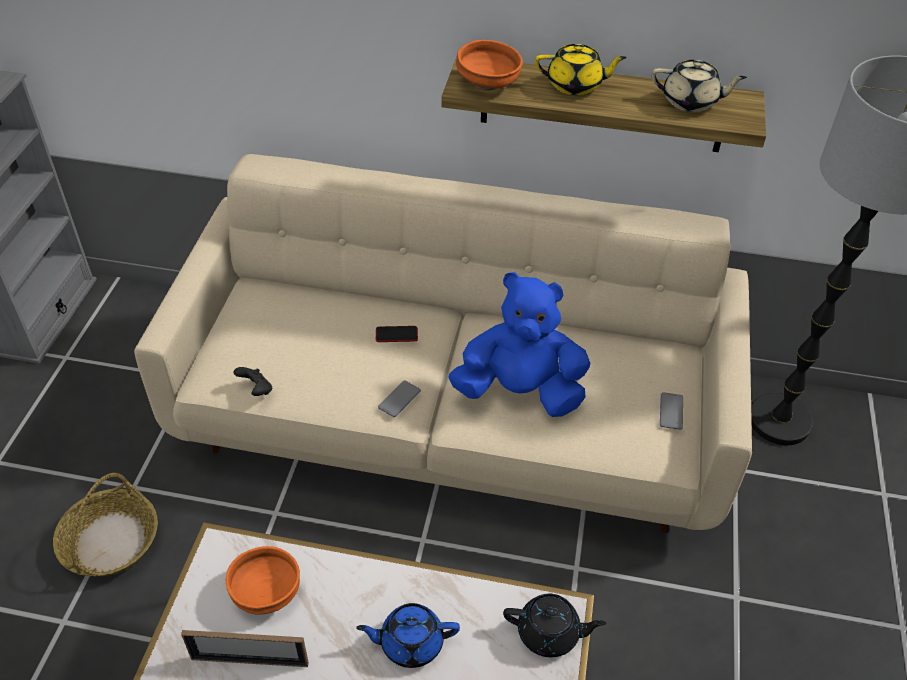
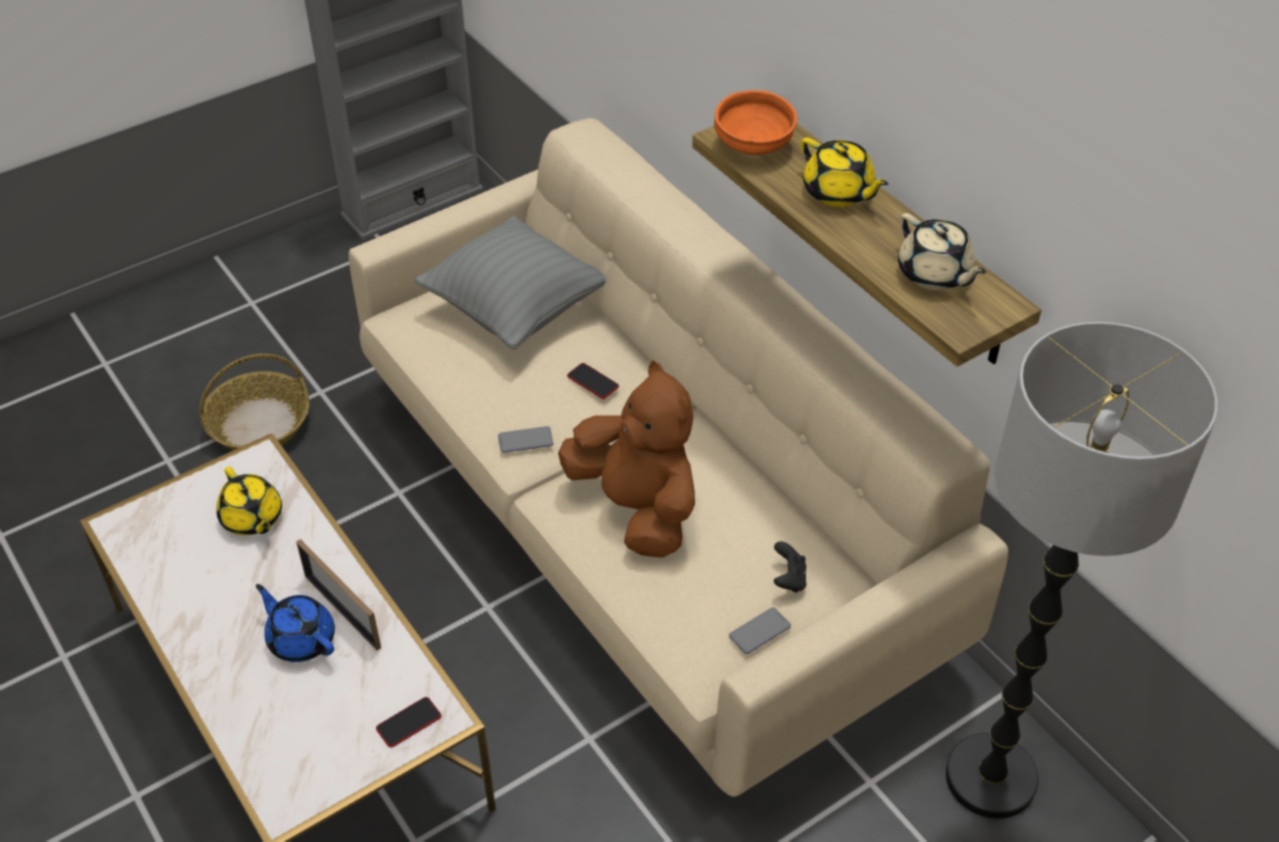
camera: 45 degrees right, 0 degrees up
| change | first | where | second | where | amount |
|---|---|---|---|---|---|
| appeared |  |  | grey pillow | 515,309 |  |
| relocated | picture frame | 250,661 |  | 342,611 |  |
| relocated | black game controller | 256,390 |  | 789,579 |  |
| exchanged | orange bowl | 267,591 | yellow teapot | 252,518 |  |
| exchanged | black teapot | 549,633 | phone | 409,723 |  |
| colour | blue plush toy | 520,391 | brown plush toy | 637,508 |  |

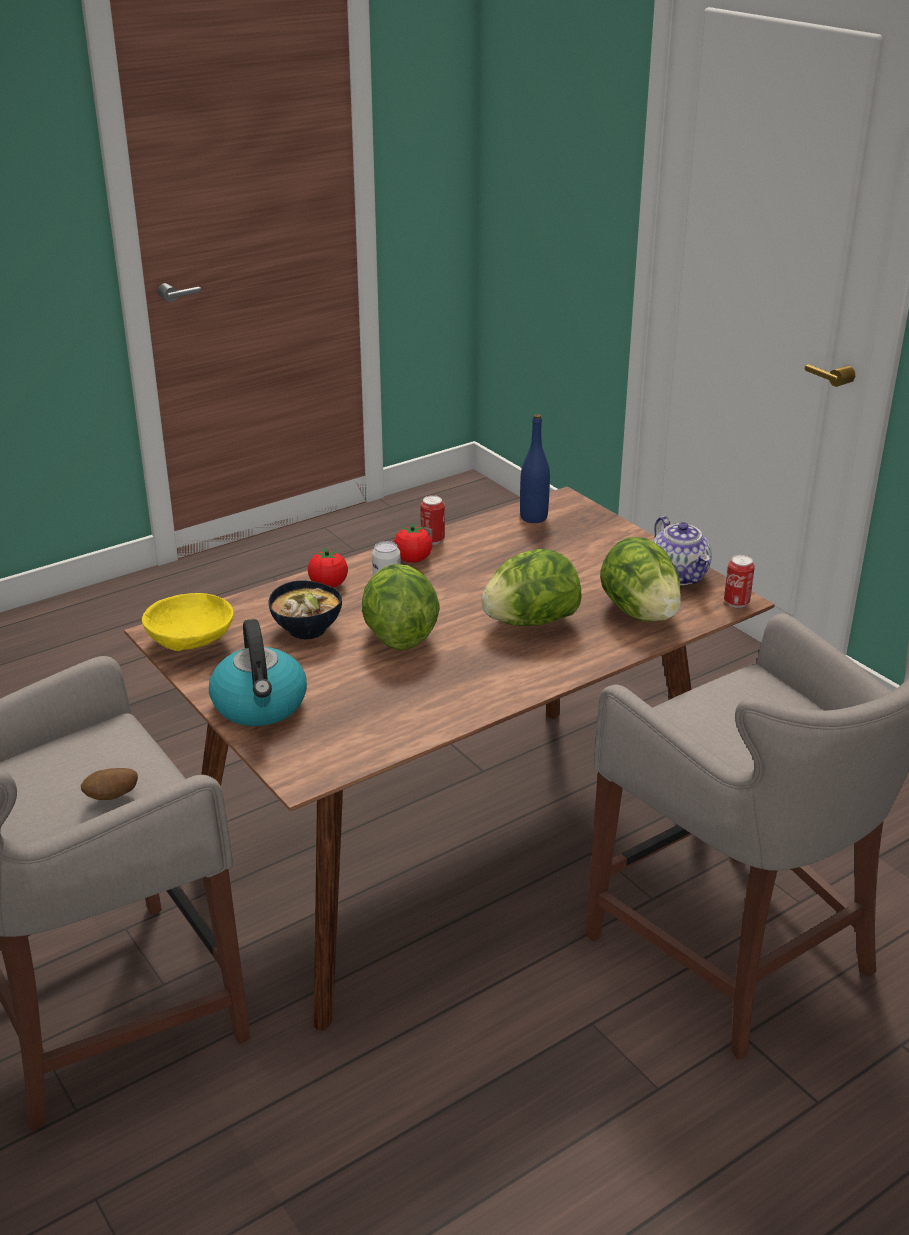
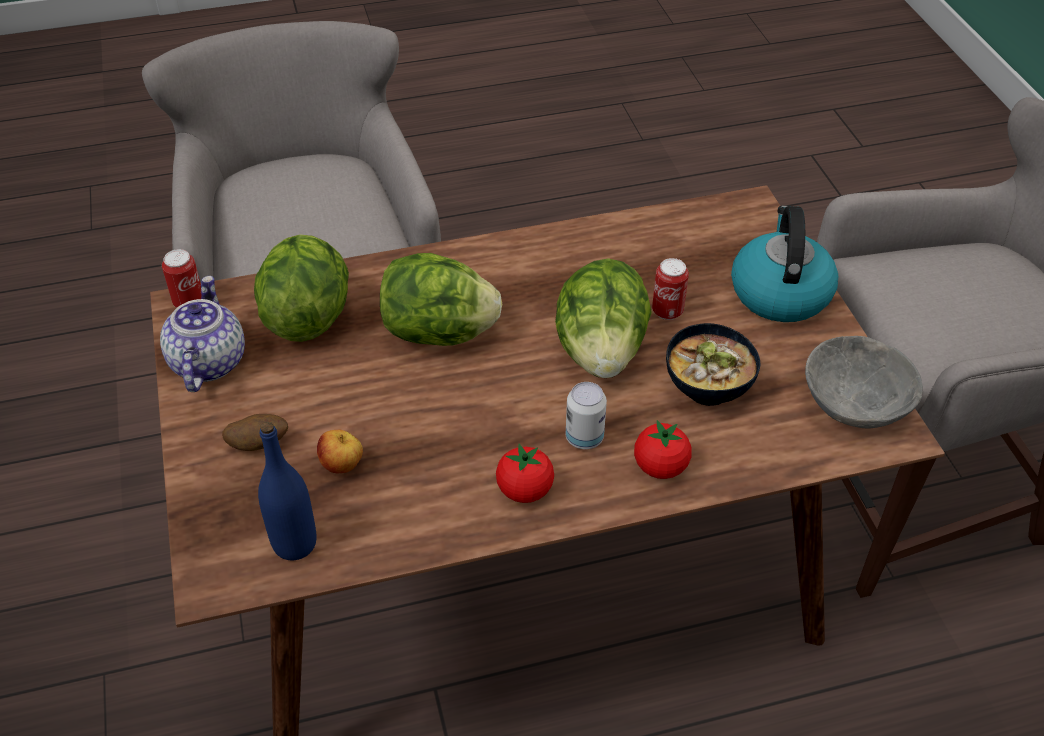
camera: 160 degrees left, 15 degrees up
| change | first | where | second | where | amount |
|---|---|---|---|---|---|
| appeared |  |  | apple | 342,466 |  |
| relocated | potato | 112,797 |  | 259,444 |  |
| relocated | can | 432,540 |  | 667,311 |  |
| colour | yellow bowl | 192,643 | grey bowl | 853,403 |  |

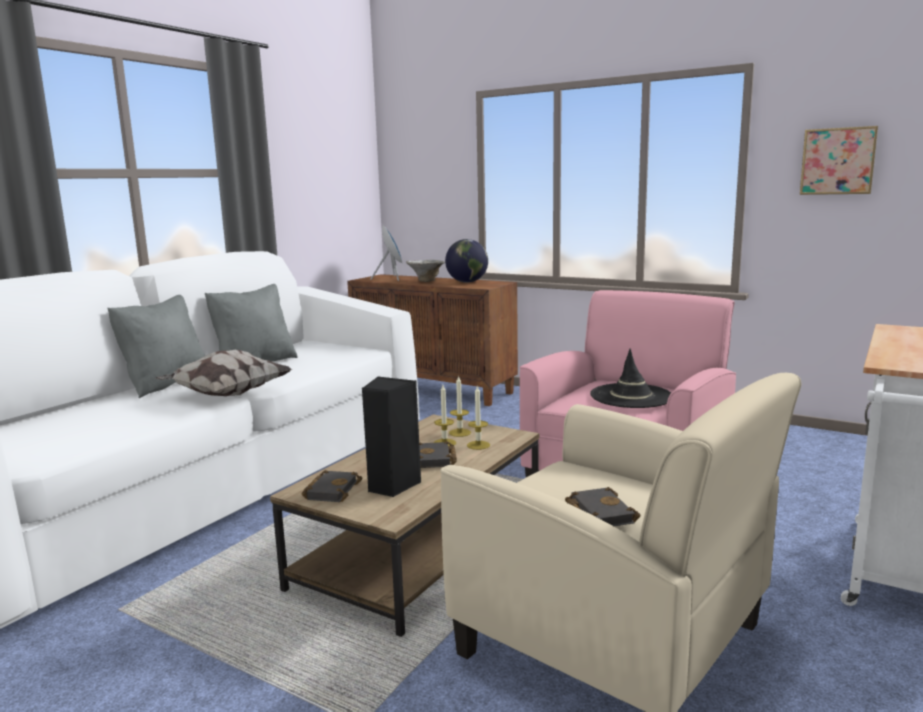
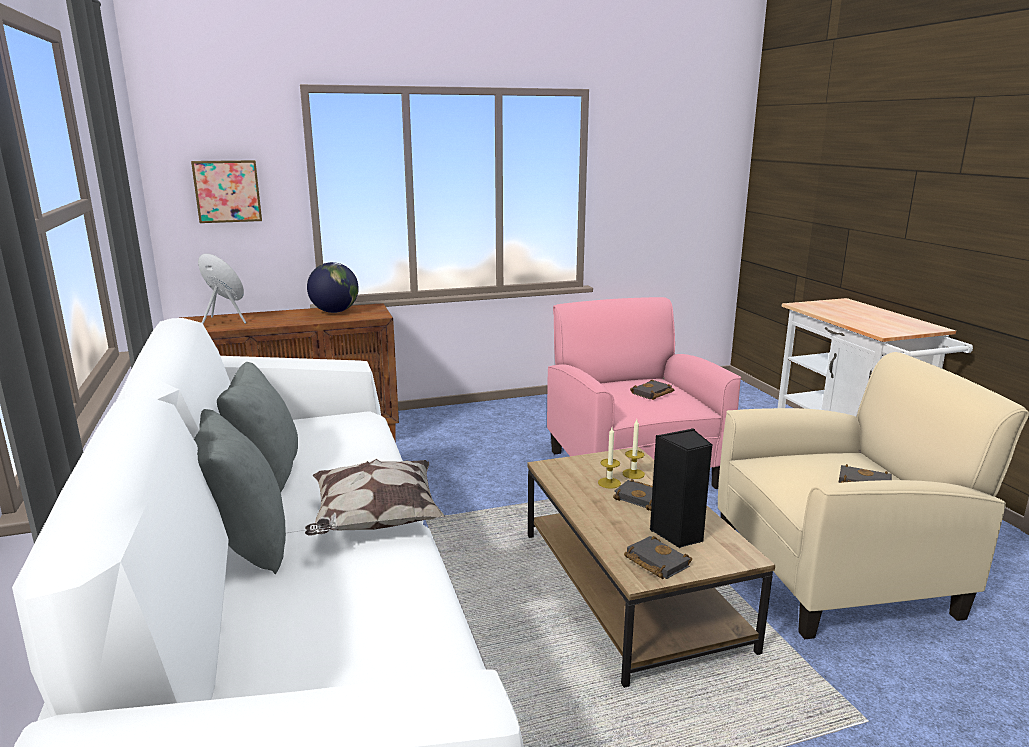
camera: 50 degrees left, 5 degrees up
| change | first | where | second | where | amount |
|---|---|---|---|---|---|
| missing | bowl | 426,281 |  |  |  |
| missing | candle | 460,433 |  |  |  |
| relocated | picture | 838,161 |  | 227,191 |  |
| exchanged | black hat | 631,396 | black book | 652,394 |  |

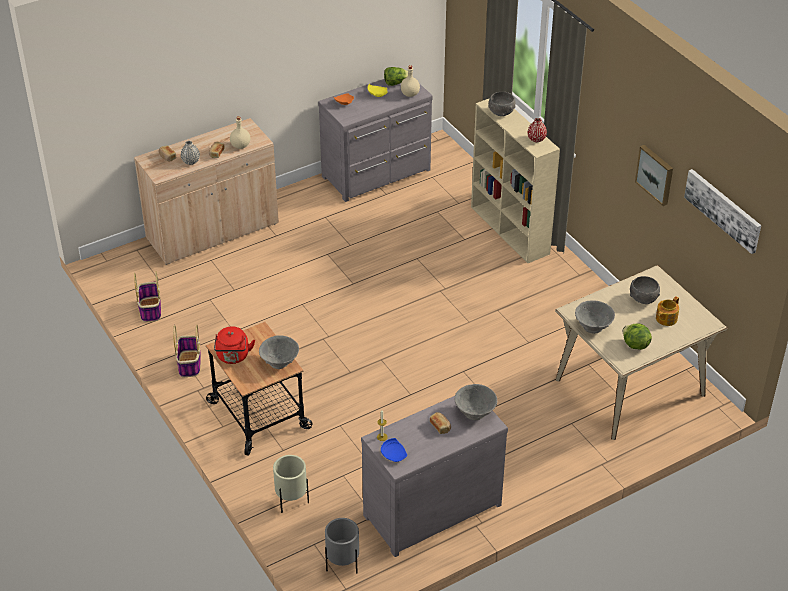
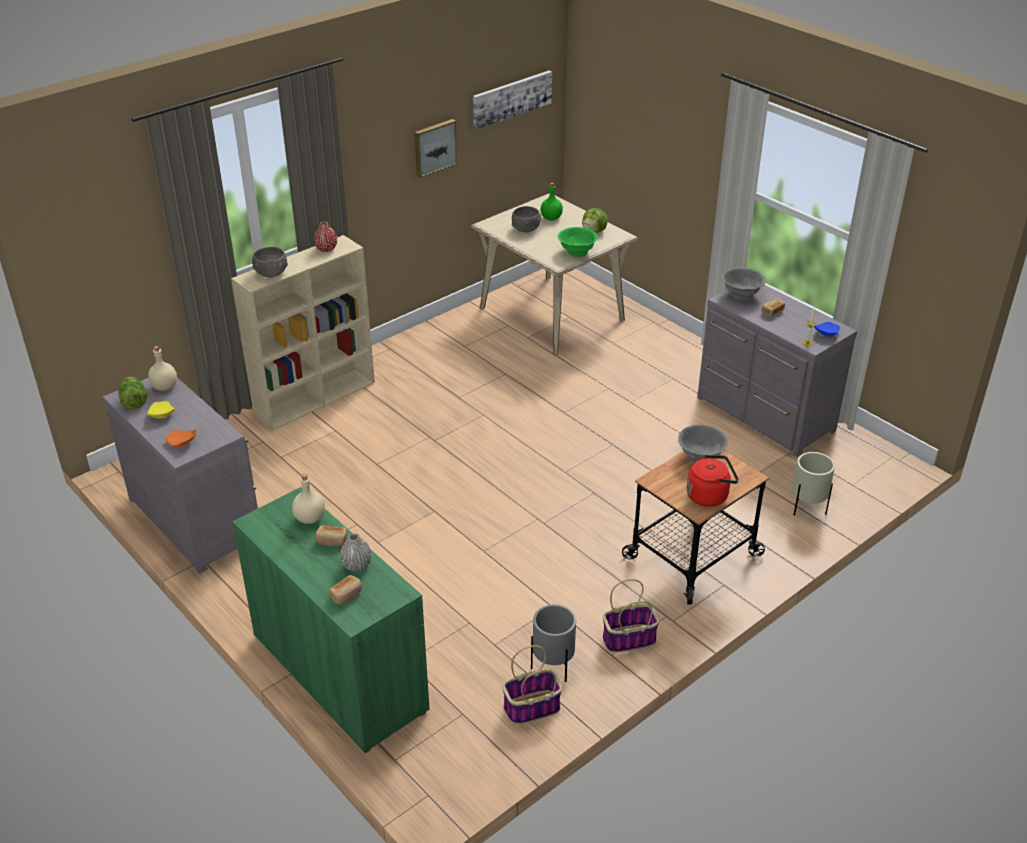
camera: 100 degrees left, 5 degrees down
| change | first | where | second | where | amount |
|---|---|---|---|---|---|
| relocated | grey planter | 343,565 |  | 552,667 |  |
| exchanged | teapot | 665,318 | green bottle | 551,218 |  |
| colour | beige cabinet | 213,231 | green cabinet | 339,672 |  |
| colour | grey bowl | 593,326 | green bowl | 577,252 |  |

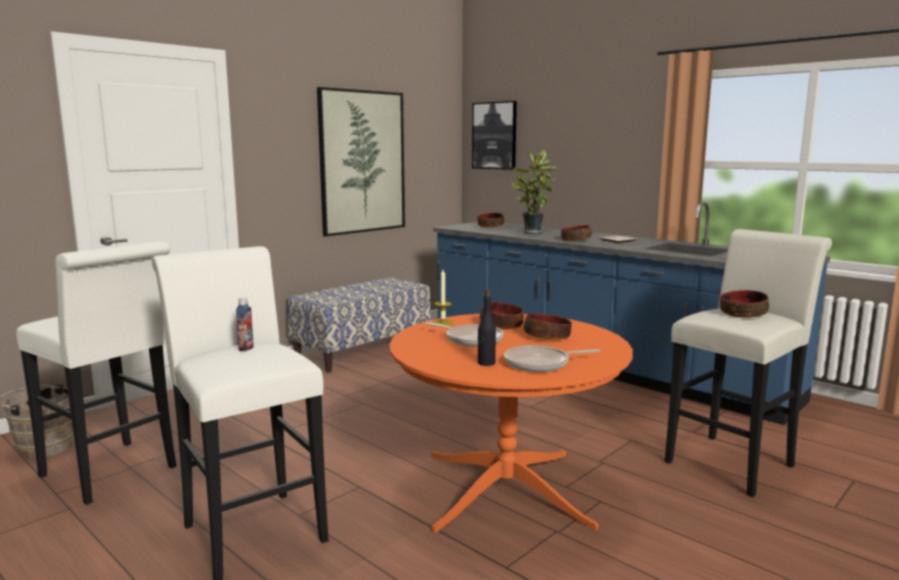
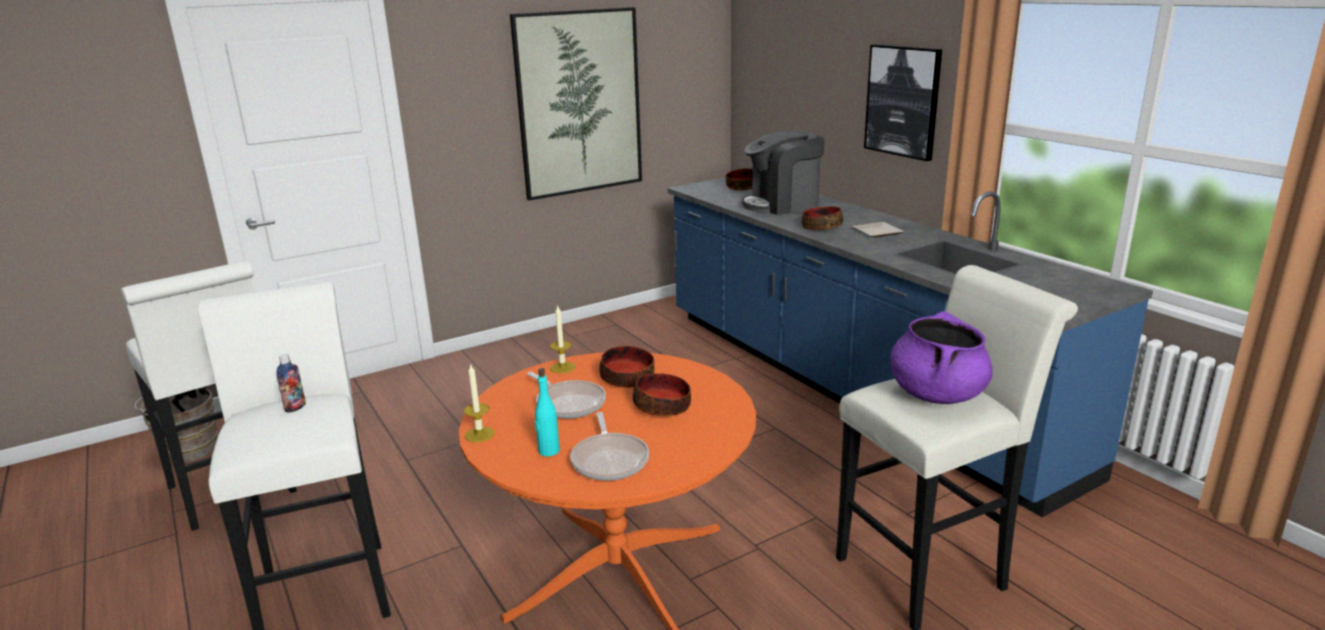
camera: 15 degrees right, 10 degrees up
| change | first | where | second | where | amount |
|---|---|---|---|---|---|
| missing | bench | 362,351 |  |  |  |
| appeared |  |  | candle | 479,434 |  |
| relocated | picture | 495,135 |  | 903,101 |  |
| exchanged | potted plant | 531,232 | coffee machine | 782,204 |  |
| exchanged | bowl | 742,314 | purple cooking pot | 936,394 |  |
| colour | black bottle | 486,363 | turquoise bottle | 548,451 |  |
| spun | frying pan | 540,364 |  | 610,460 | 105 degrees counterclockwise |

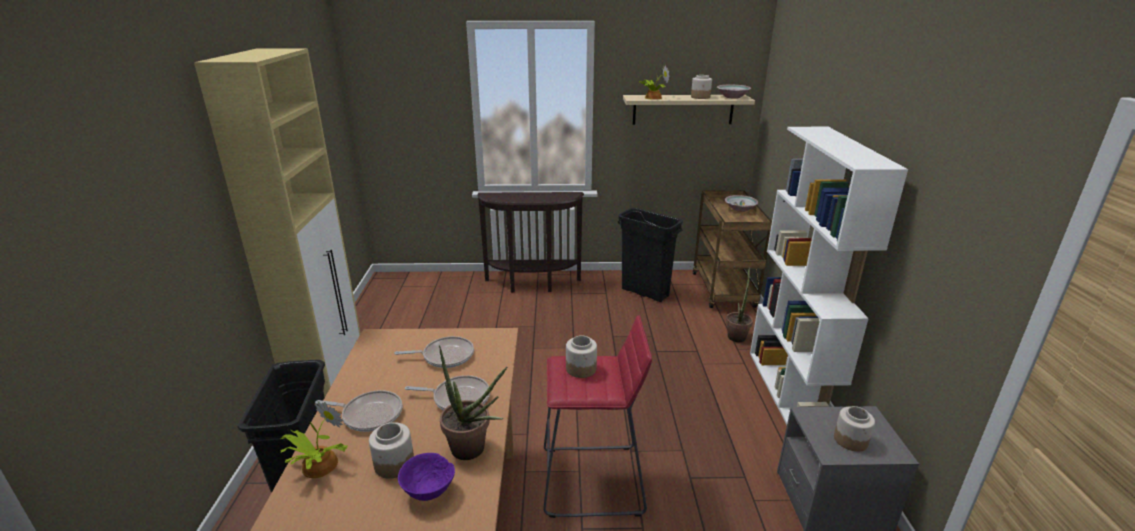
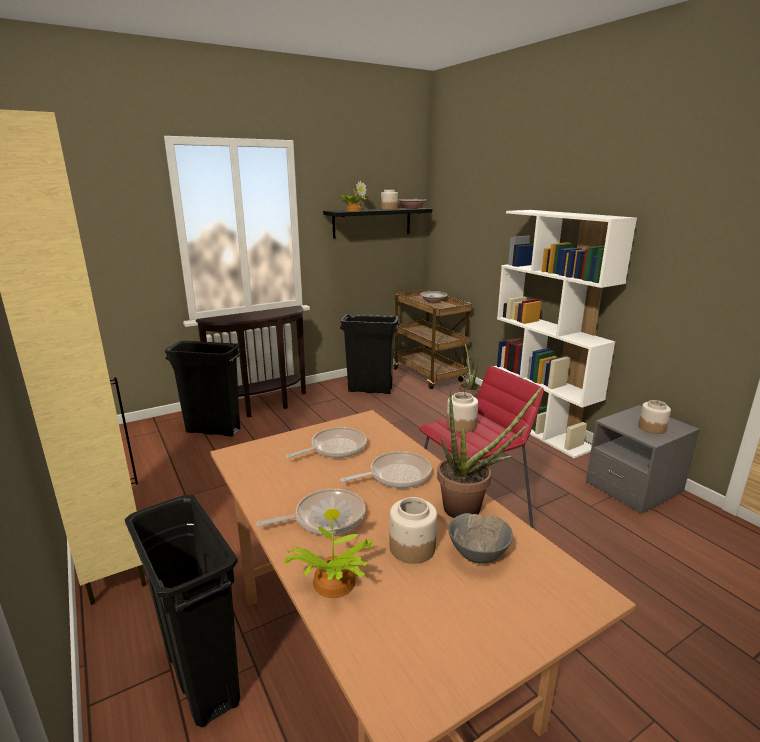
camera: 30 degrees left, 5 degrees down
| change | first | where | second | where | amount |
|---|---|---|---|---|---|
| appeared |  |  | black trash can | 213,430 |  |
| colour | purple bowl | 429,491 | grey bowl | 478,555 |  |
| colour | beige shelf | 683,109 | black shelf | 372,222 |  |

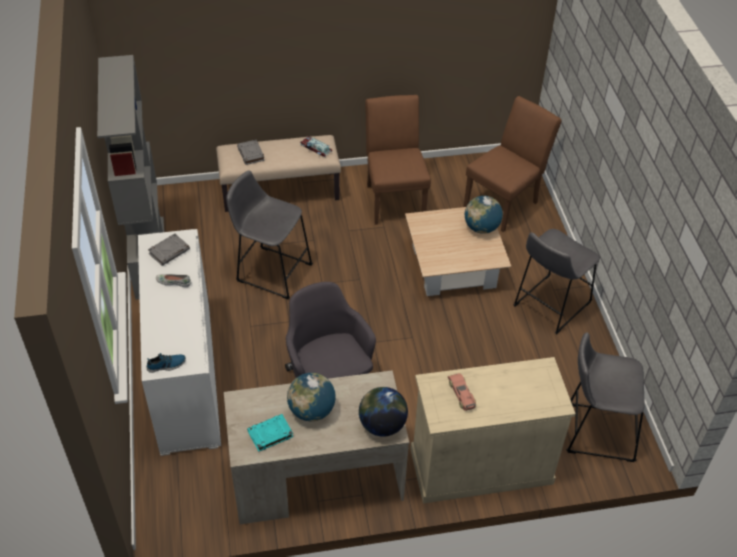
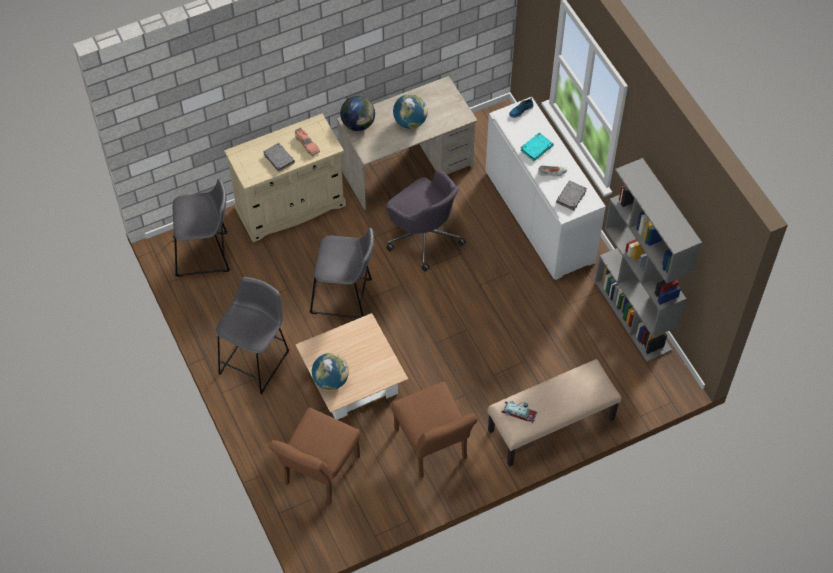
camera: 165 degrees right, 10 degrees up
| change | first | where | second | where | amount |
|---|---|---|---|---|---|
| relocated | grey stool | 271,271 |  | 345,297 |  |
| relocated | grey book | 251,154 |  | 278,158 |  |
| relocated | turquoise book | 270,434 |  | 536,148 |  |

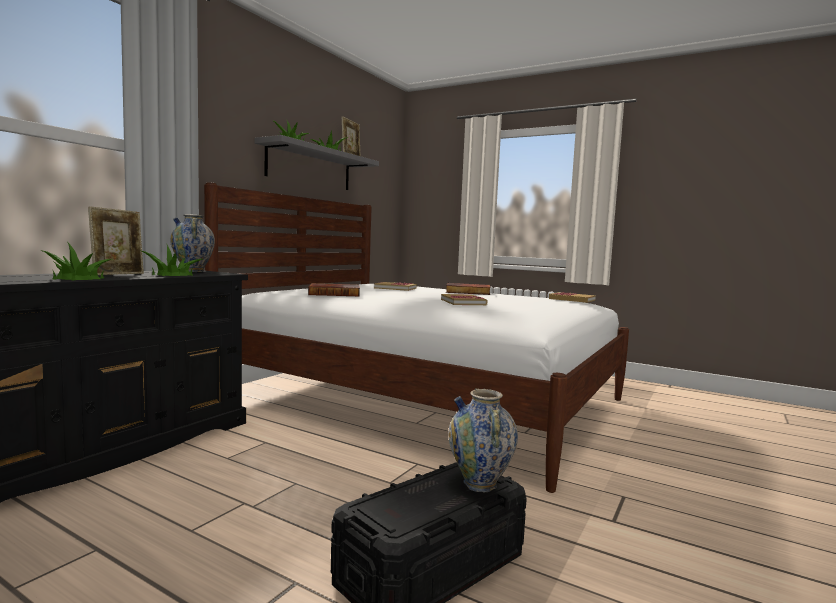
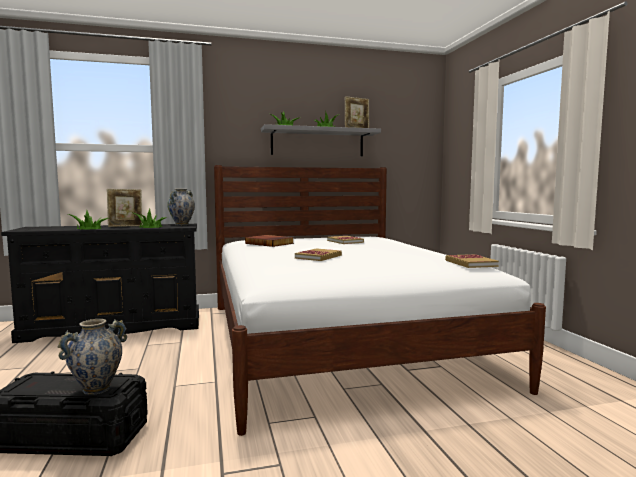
camera: 45 degrees right, 0 degrees up
| change | first | where | second | where | amount |
|---|---|---|---|---|---|
| missing | book | 467,292 |  |  |  |

